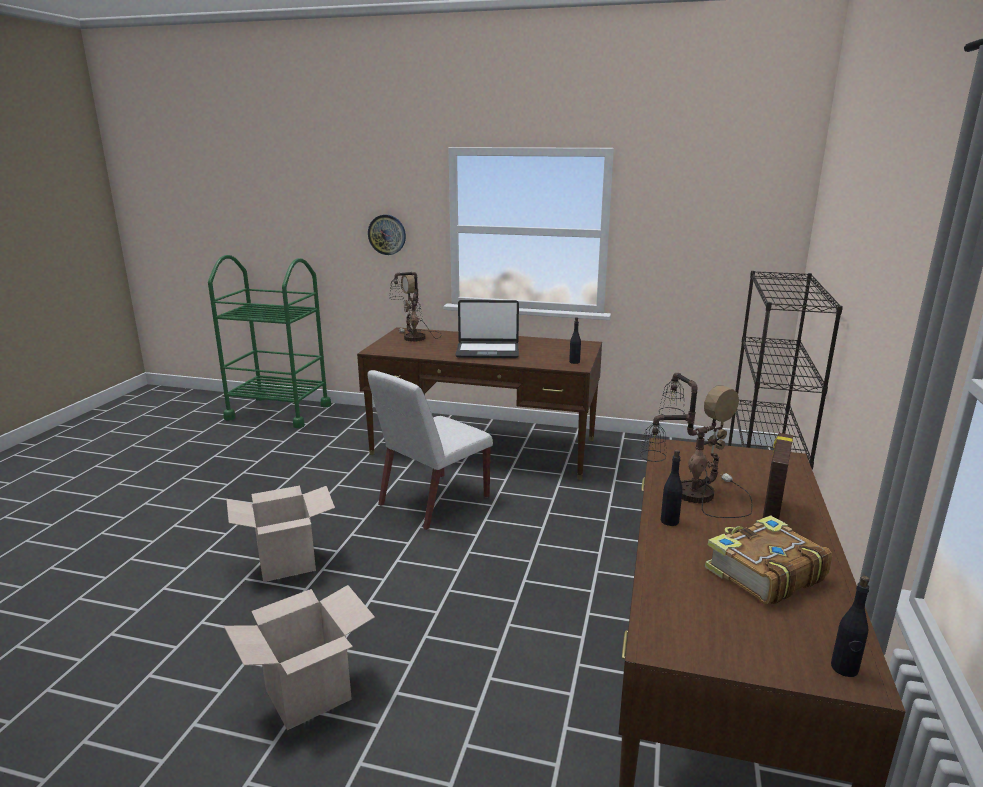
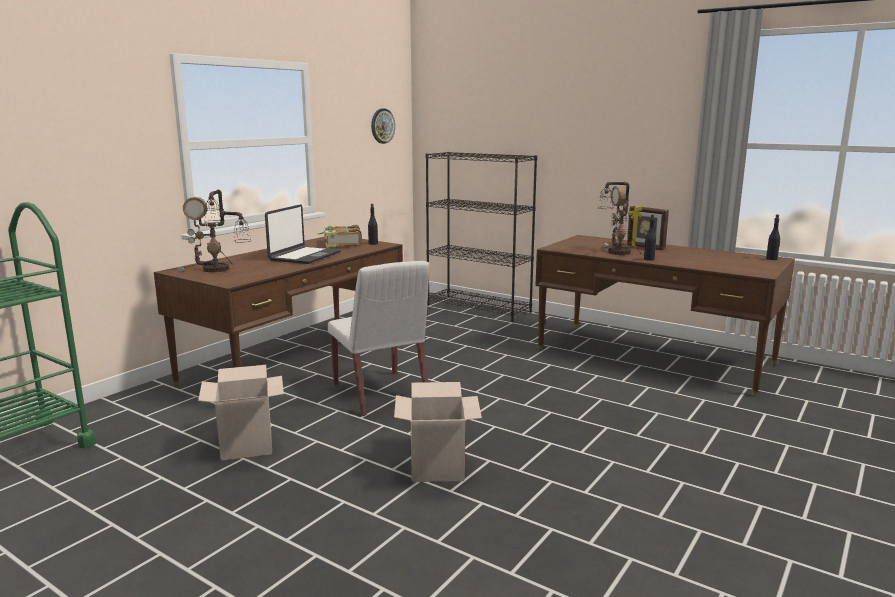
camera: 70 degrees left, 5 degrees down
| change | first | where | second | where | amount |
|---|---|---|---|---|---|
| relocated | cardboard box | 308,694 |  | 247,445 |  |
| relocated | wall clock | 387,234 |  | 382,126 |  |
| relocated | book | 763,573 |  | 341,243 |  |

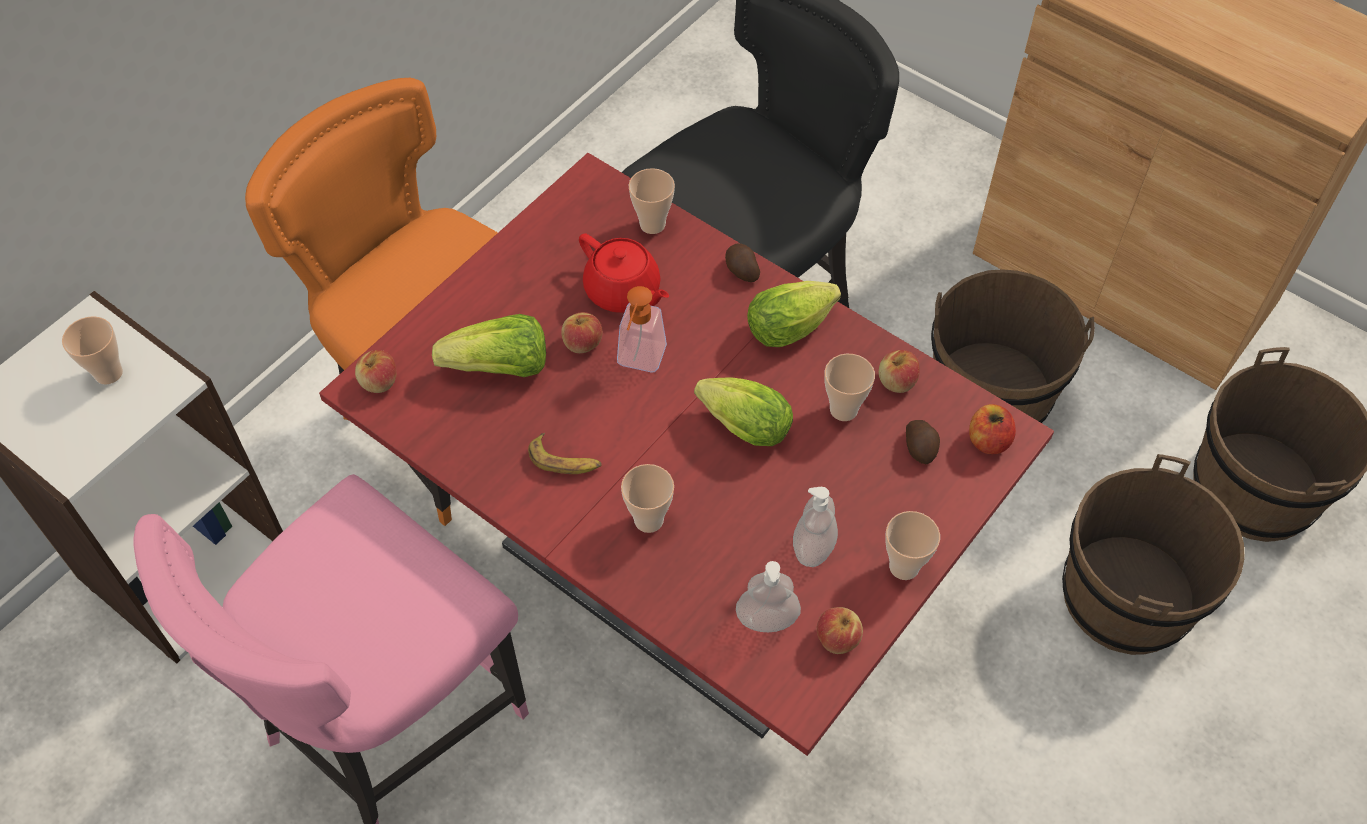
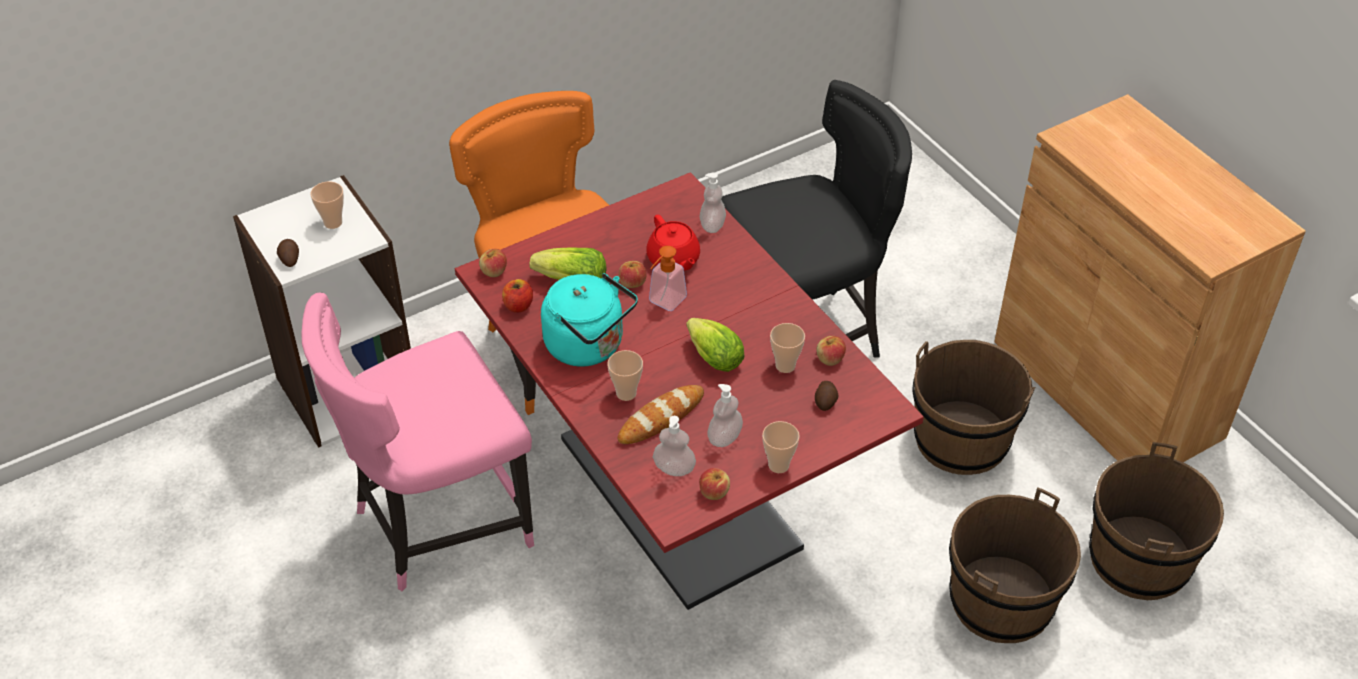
camera: 20 degrees right, 10 degrees down
| change | first | where | second | where | amount |
|---|---|---|---|---|---|
| missing | lettuce | 793,326 |  |  |  |
| appeared |  |  | bread | 661,418 |  |
| relocated | potato | 741,270 |  | 289,259 |  |
| relocated | apple | 988,441 |  | 518,305 |  |
| exchanged | banana | 565,461 | turquoise kettle | 589,346 |  |
| exchanged | cup | 652,224 | soap dispenser | 712,225 |  |

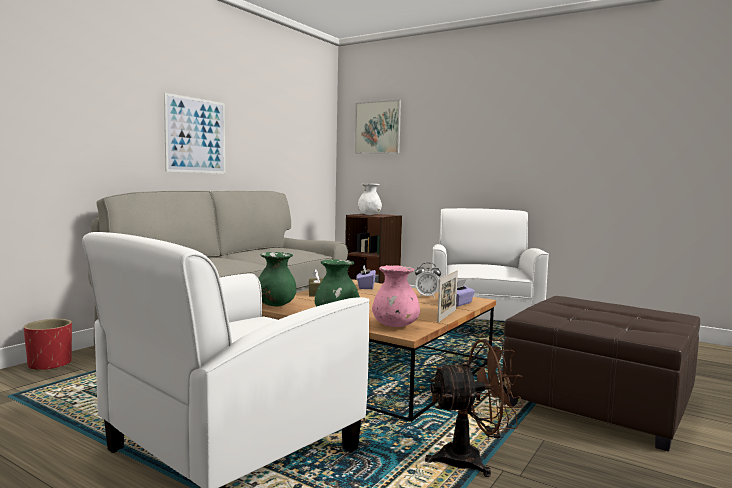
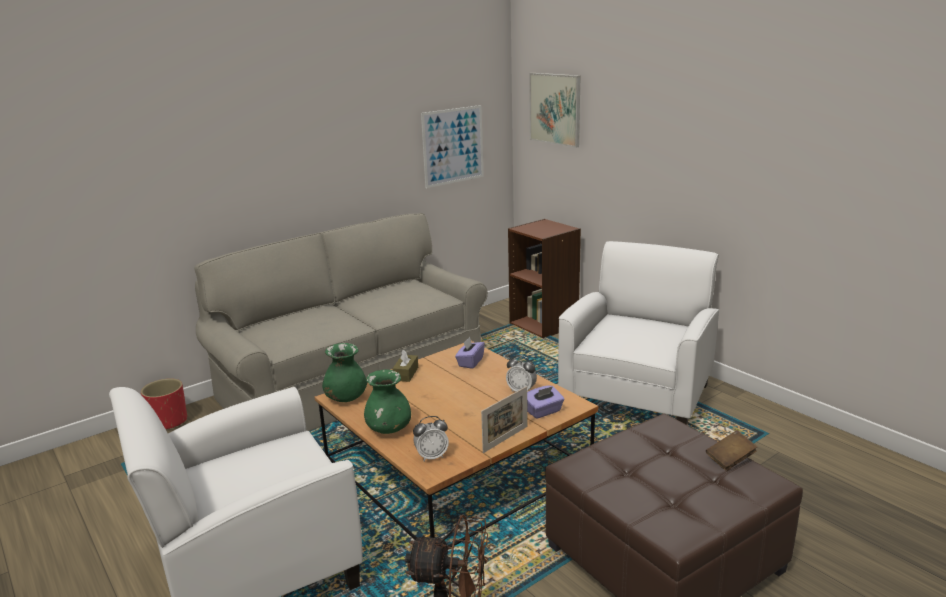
camera: 20 degrees right, 15 degrees up
| change | first | where | second | where | amount |
|---|---|---|---|---|---|
| missing | white vase | 369,215 |  |  |  |
| appeared |  |  | brown book | 730,459 |  |
| relocated | picture | 196,135 |  | 453,146 |  |
| exchanged | pink vase | 395,326 | alarm clock | 432,456 |  |

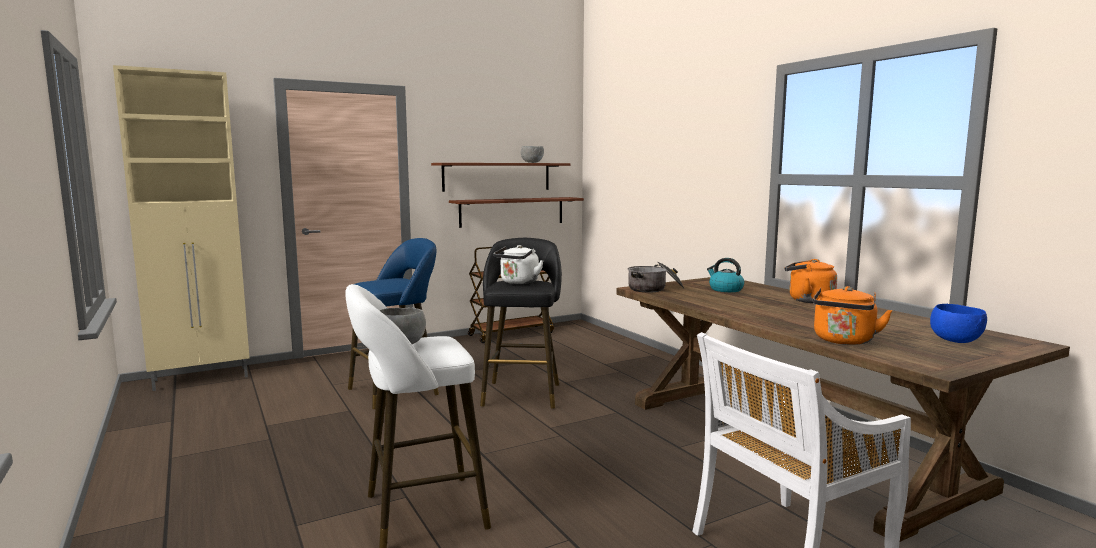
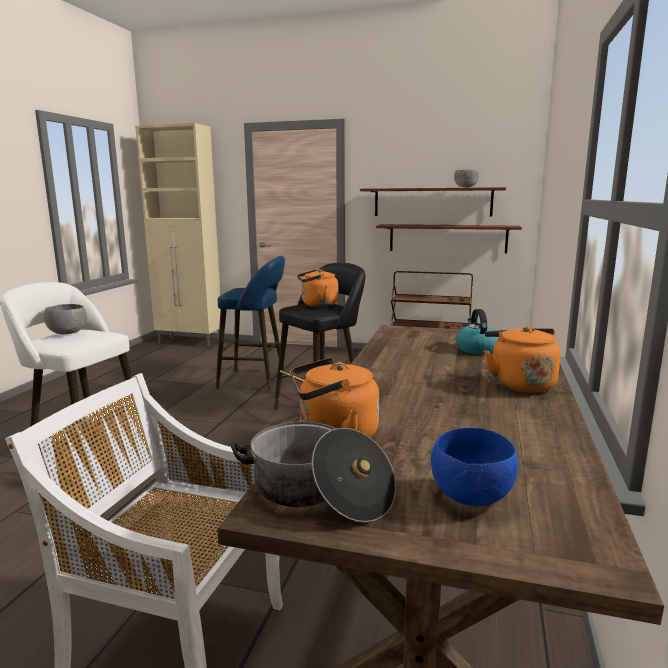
camera: 45 degrees right, 5 degrees up
| change | first | where | second | where | amount |
|---|---|---|---|---|---|
| relocated | cooking pot | 655,289 |  | 318,493 |  |
| colour | white kettle | 518,282 | orange kettle | 317,305 |  |

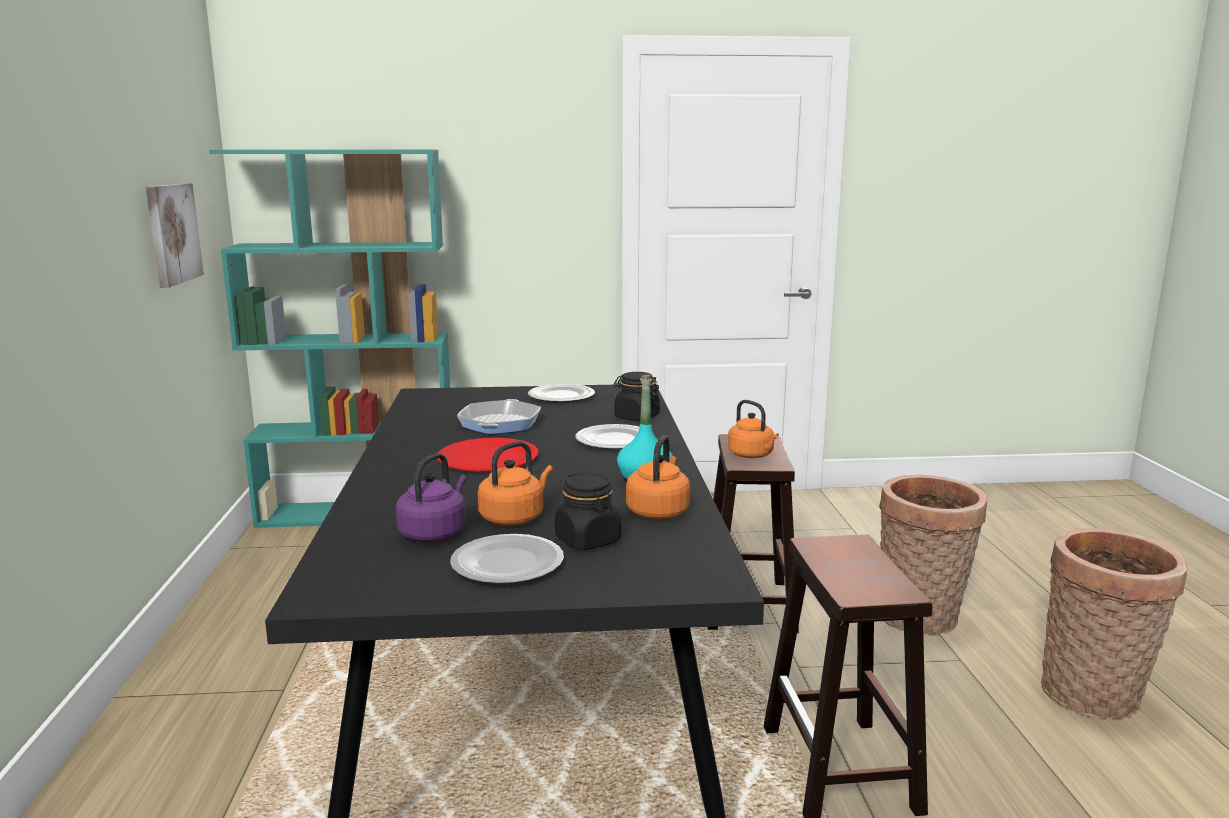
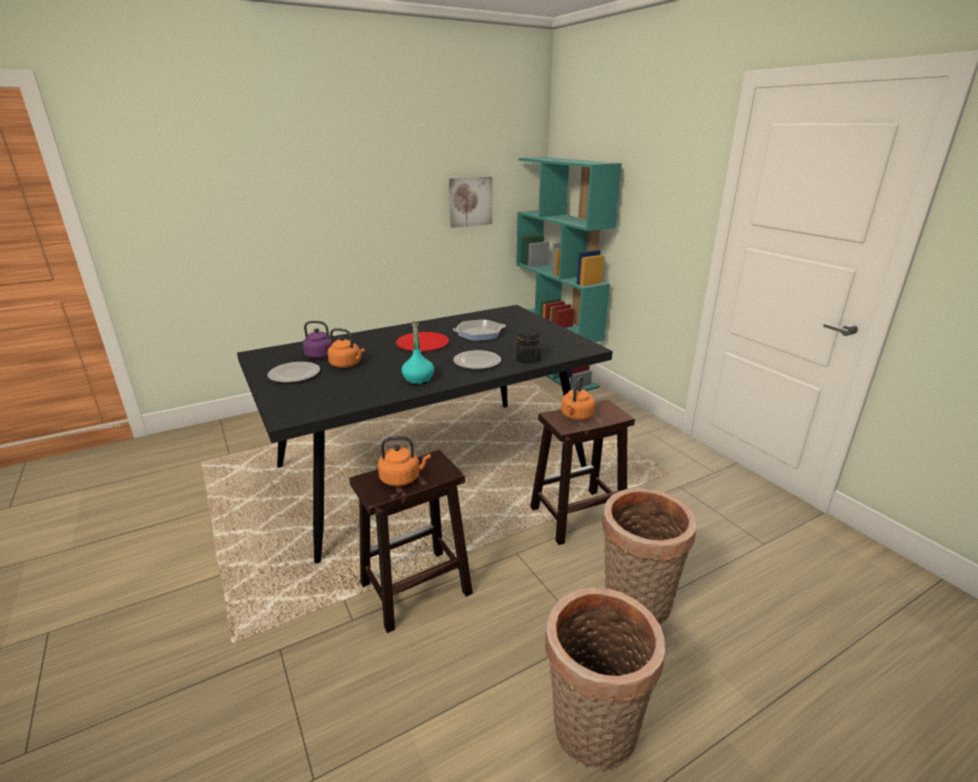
camera: 65 degrees right, 10 degrees up
| change | first | where | second | where | amount |
|---|---|---|---|---|---|
| missing | plate | 561,396 |  |  |  |
| missing | black jar | 588,540 |  |  |  |
| relocated | orange kettle | 658,511 |  | 402,478 |  |

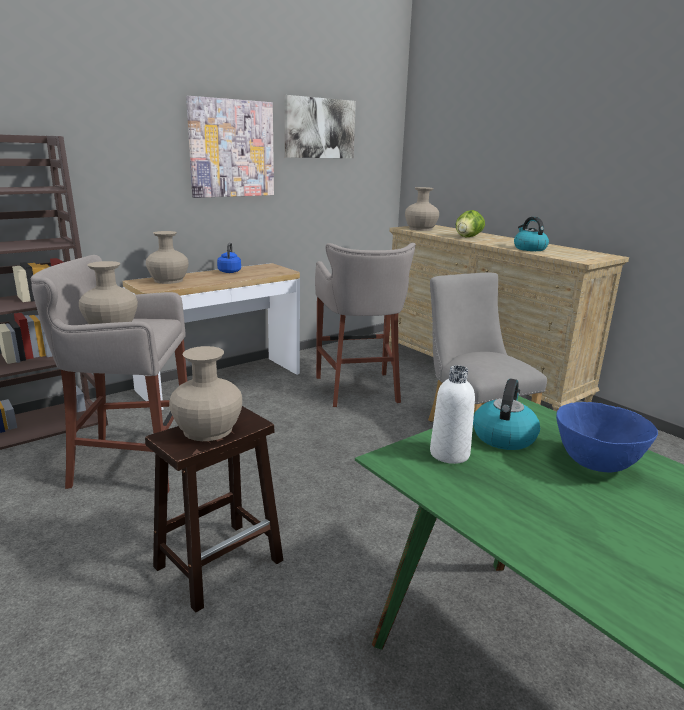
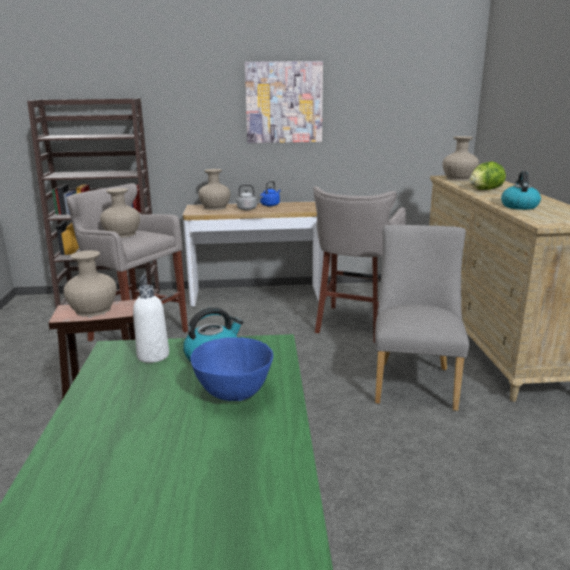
camera: 35 degrees right, 0 degrees up
| change | first | where | second | where | amount |
|---|---|---|---|---|---|
| missing | picture | 319,128 |  |  |  |
| appeared |  |  | grey kettle | 248,209 |  |

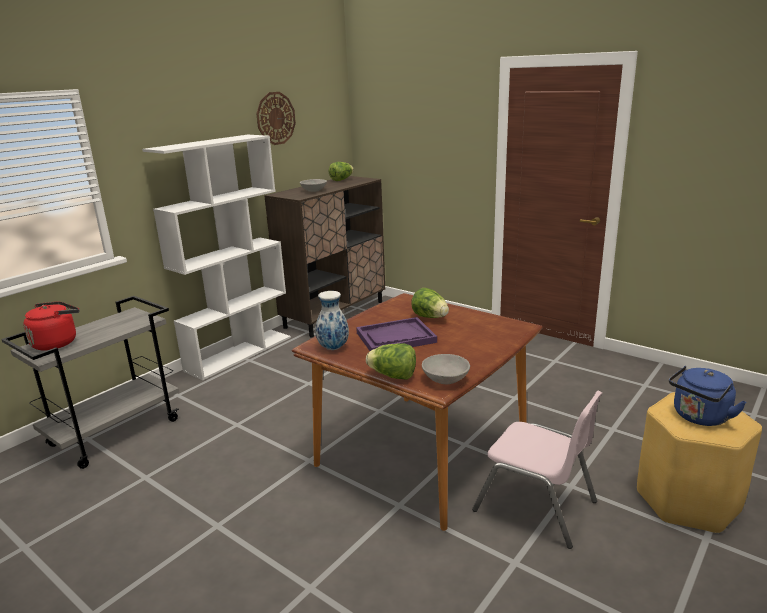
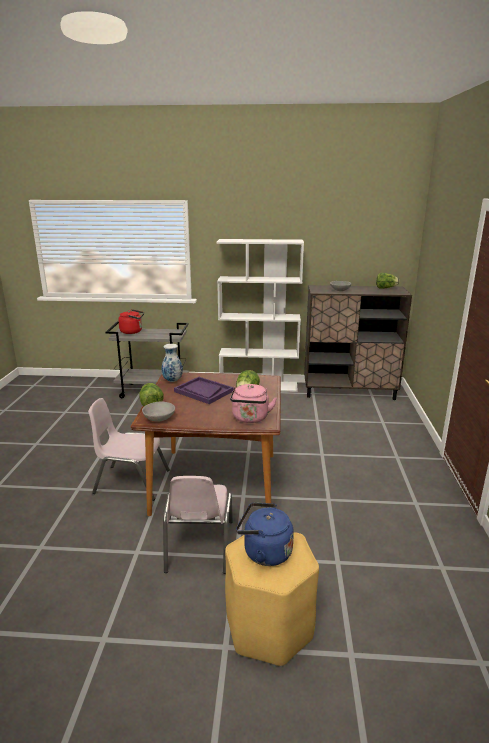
camera: 55 degrees right, 0 degrees up
| change | first | where | second | where | amount |
|---|---|---|---|---|---|
| missing | wall clock | 275,118 |  |  |  |
| appeared |  |  | pink chair | 131,482 |  |
| appeared |  |  | pink kettle | 250,418 |  |

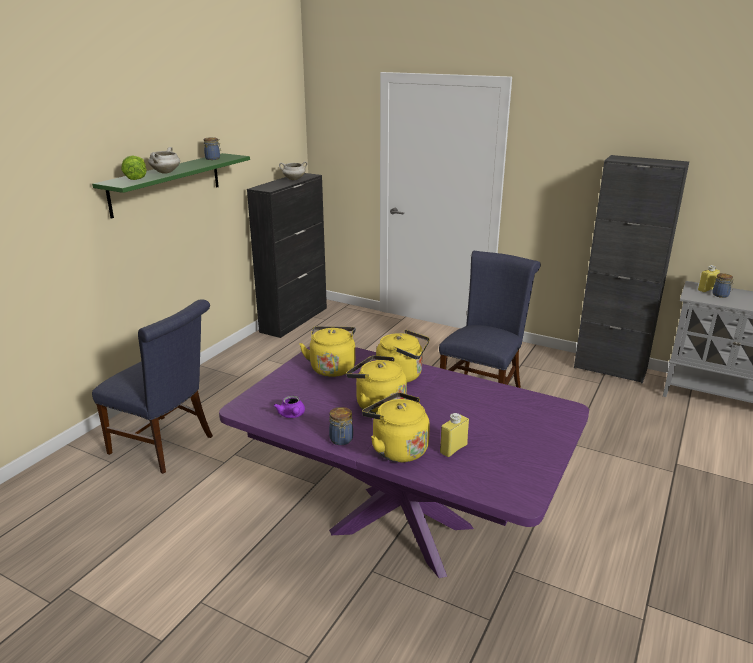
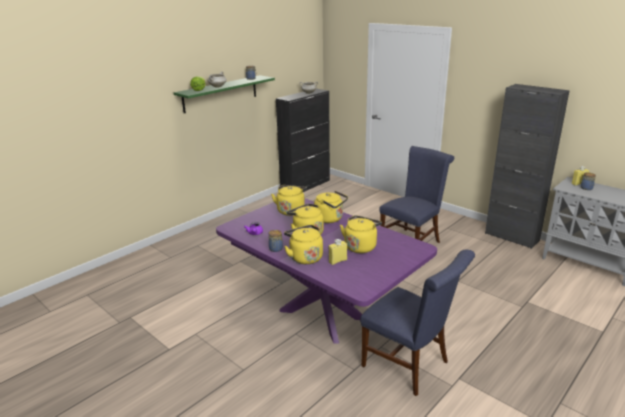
camera: 15 degrees right, 0 degrees up
| change | first | where | second | where | amount |
|---|---|---|---|---|---|
| appeared |  |  | yellow kettle | 361,246 |  |
| relocated | blue chair | 166,445 |  | 410,365 |  |

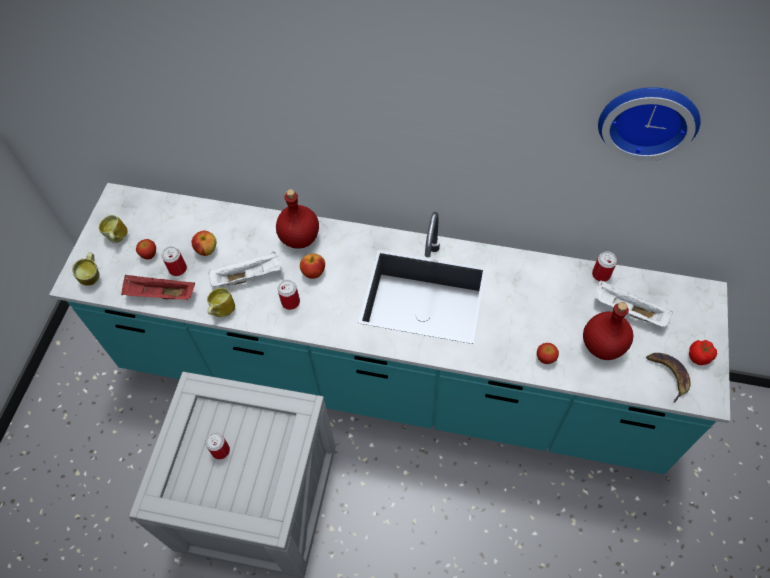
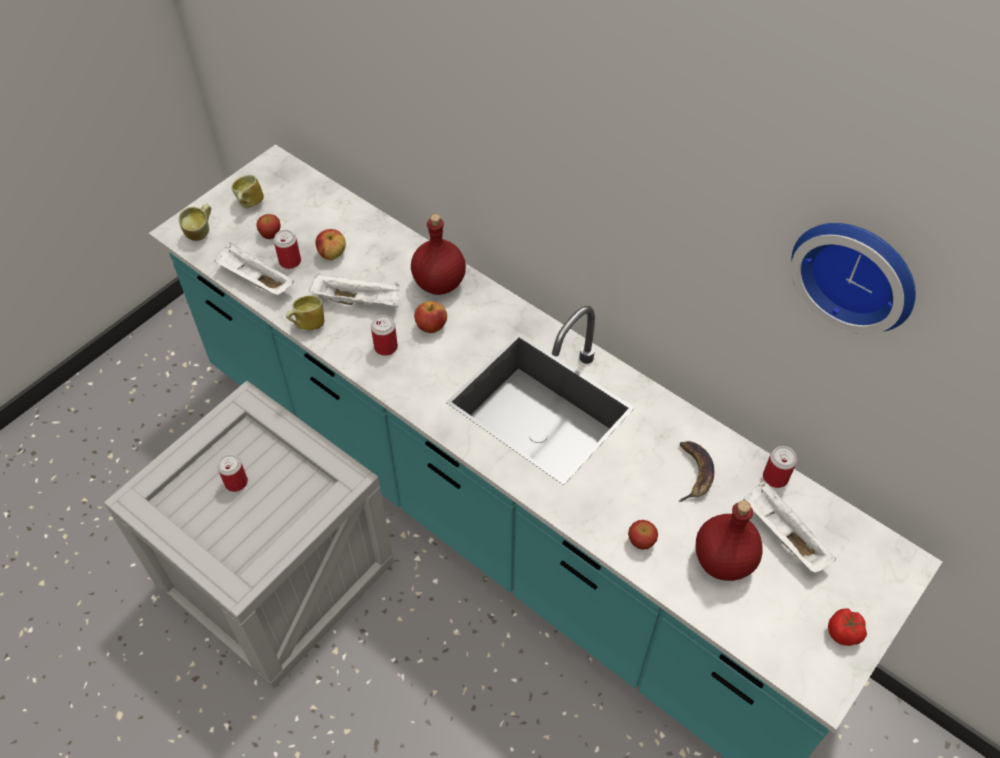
camera: 25 degrees right, 5 degrees down
| change | first | where | second | where | amount |
|---|---|---|---|---|---|
| relocated | banana | 669,375 |  | 694,473 |  |
| colour | red tray | 159,295 | white tray | 255,280 |  |

